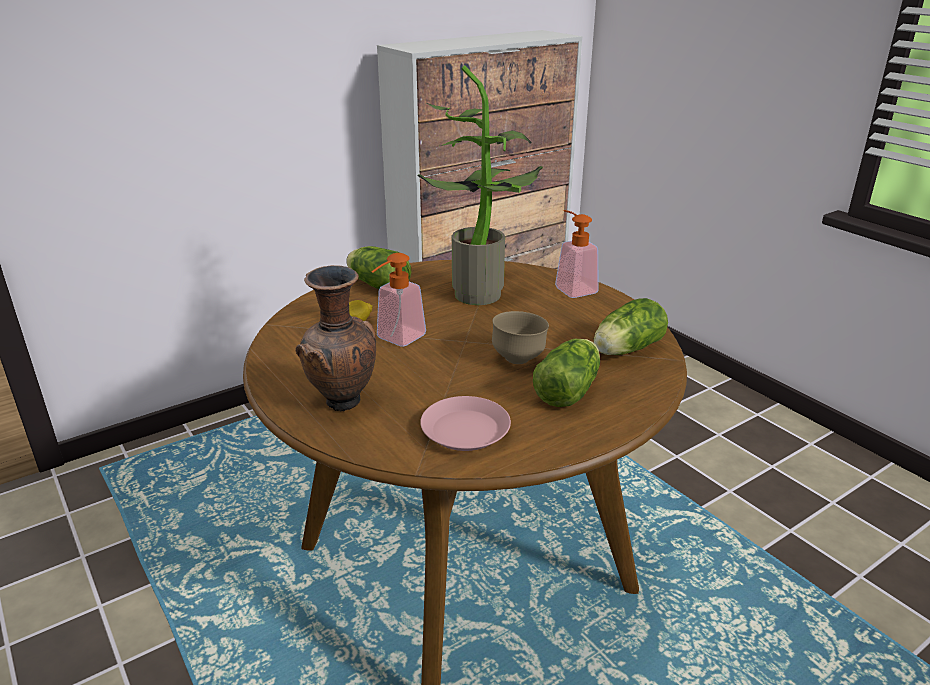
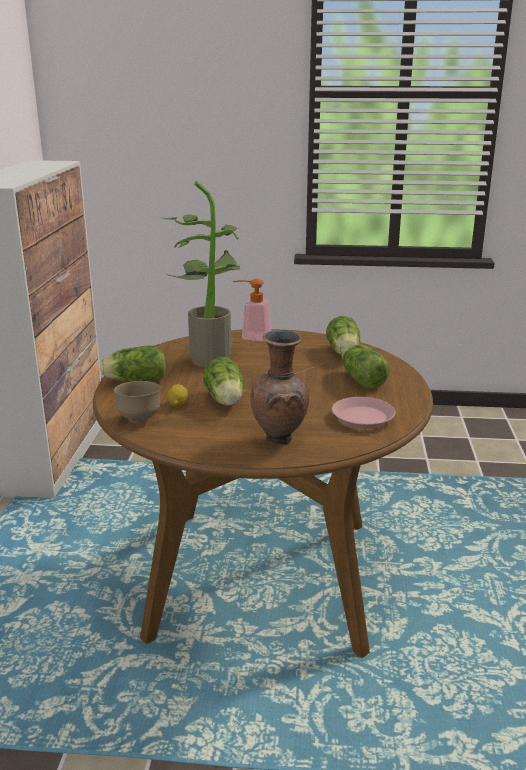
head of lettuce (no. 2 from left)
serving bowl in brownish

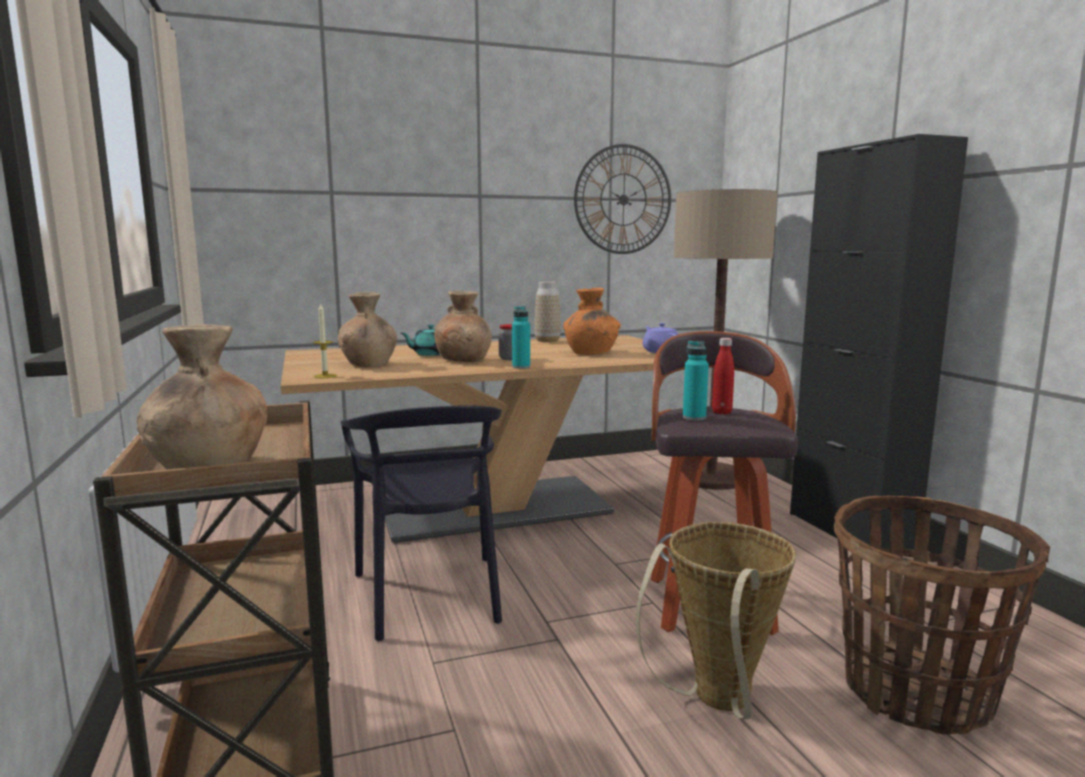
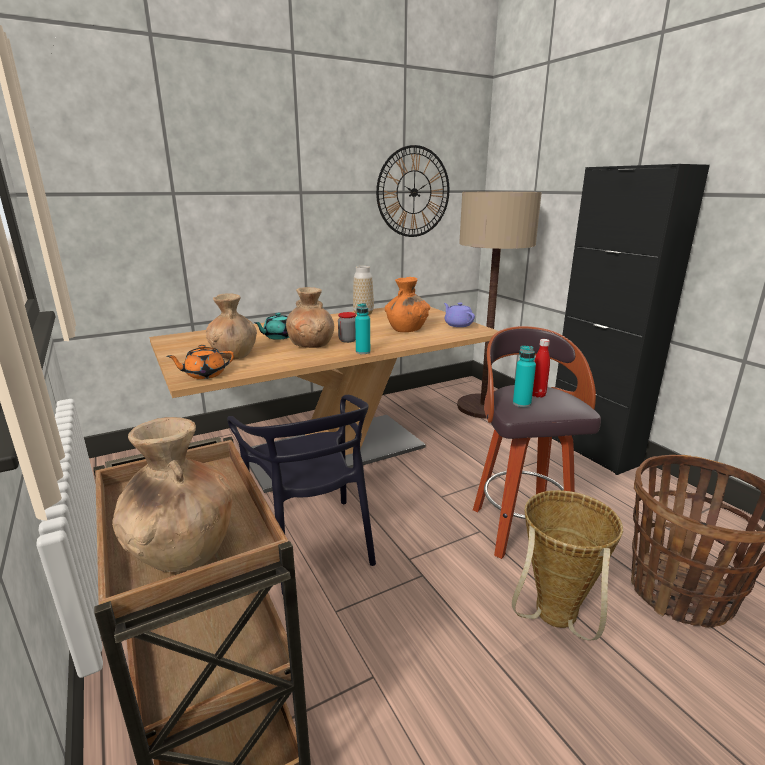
teapot in orange-coloured

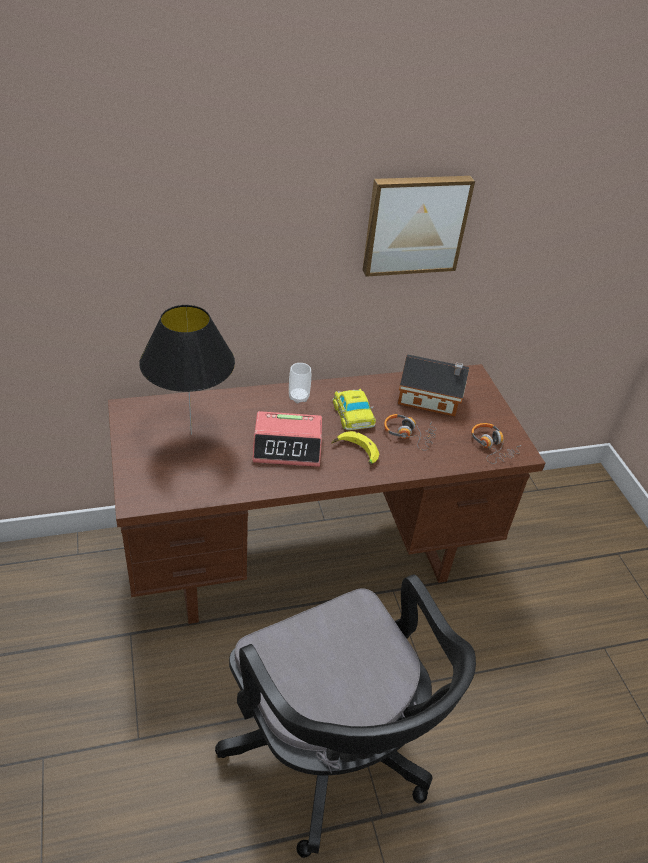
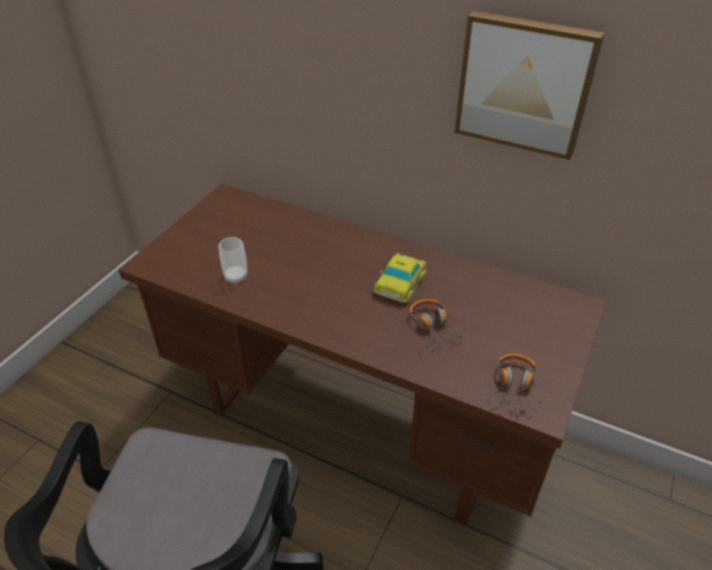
lamp for a table in black-coloured
miniature house
drinking cup
bedside clock
whole banana

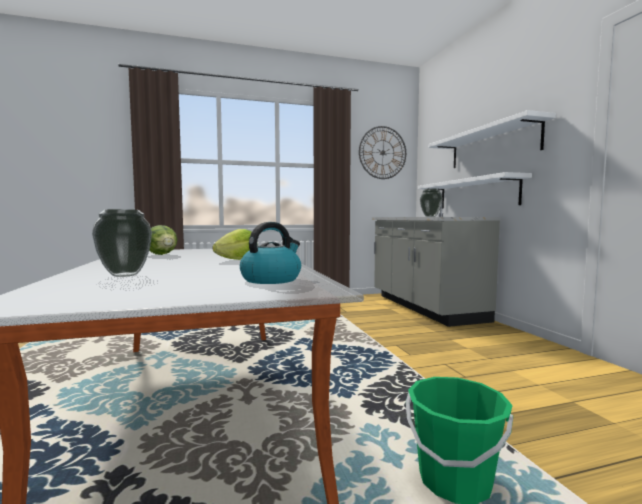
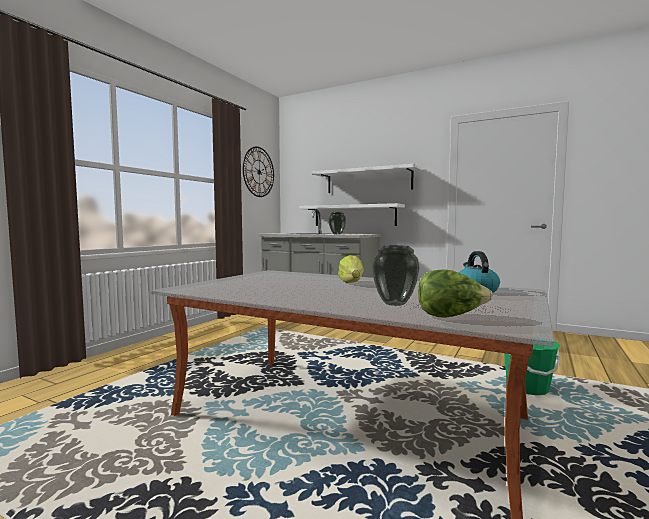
head of lettuce (no. 2 from left)

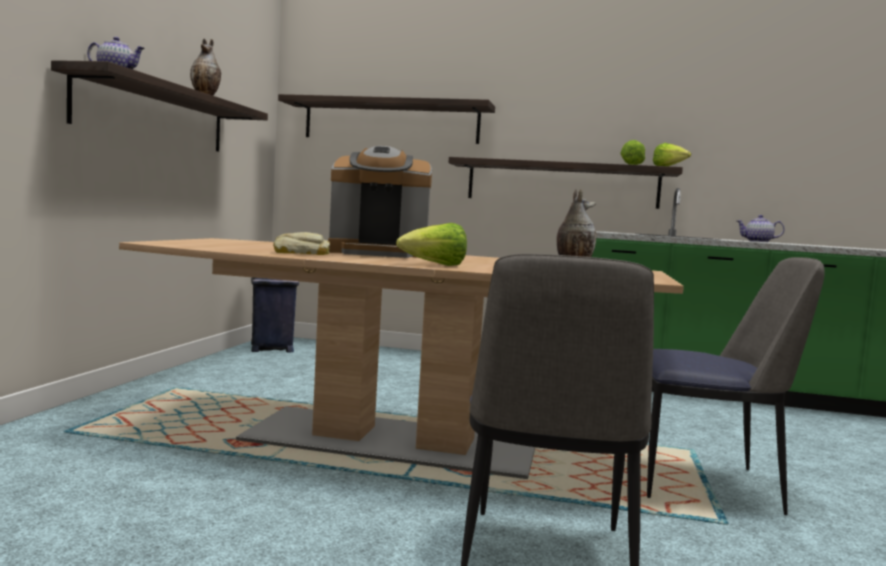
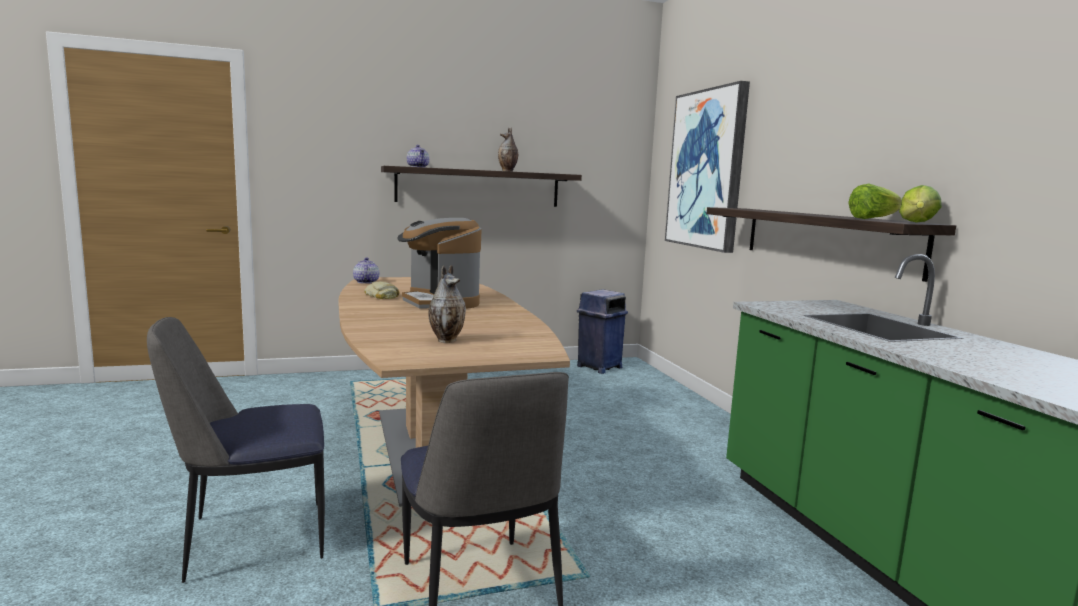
picture
teapot (no. 1 from left)
head of lettuce (no. 1 from left in the first image)

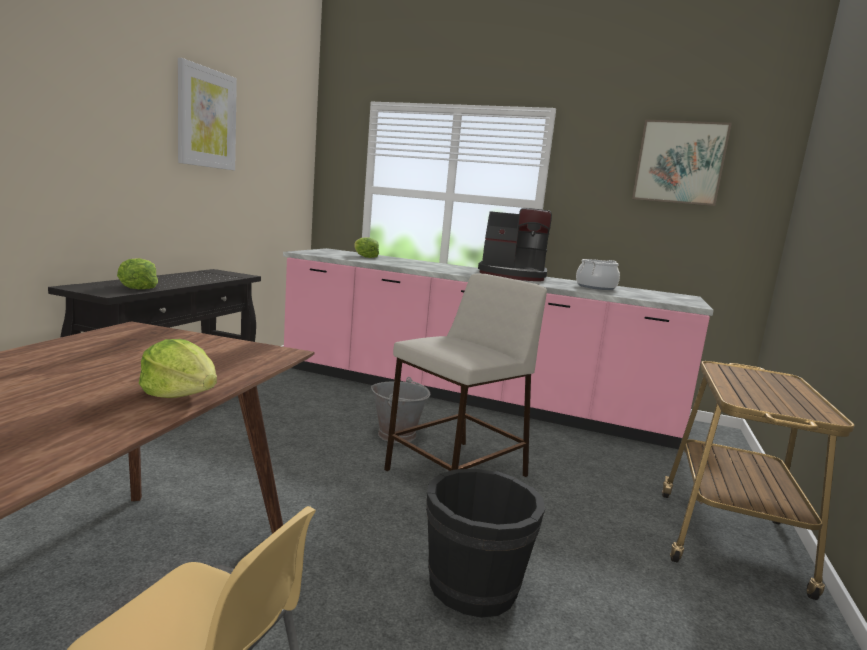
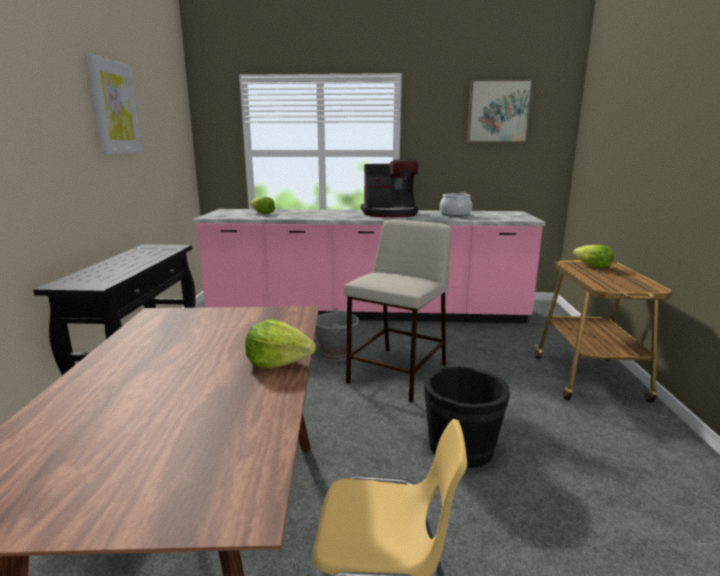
head of lettuce (no. 3 from left)

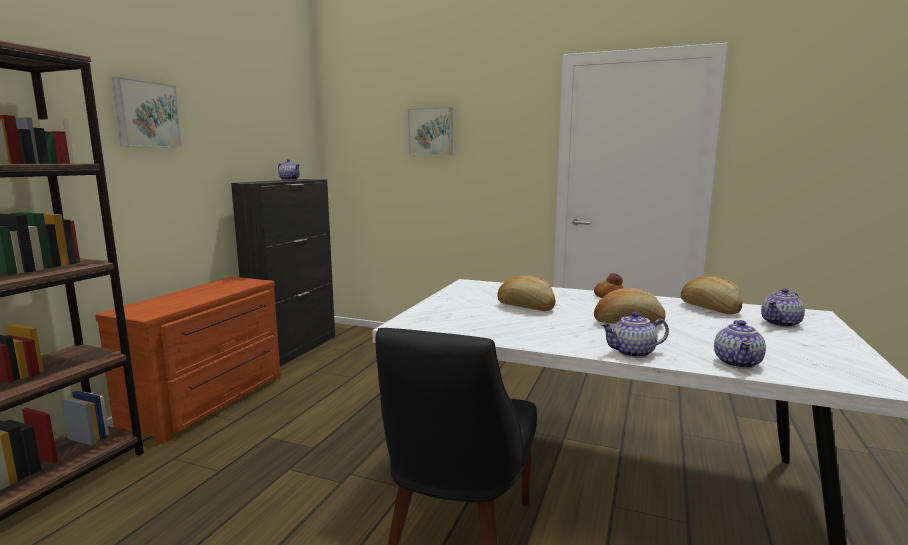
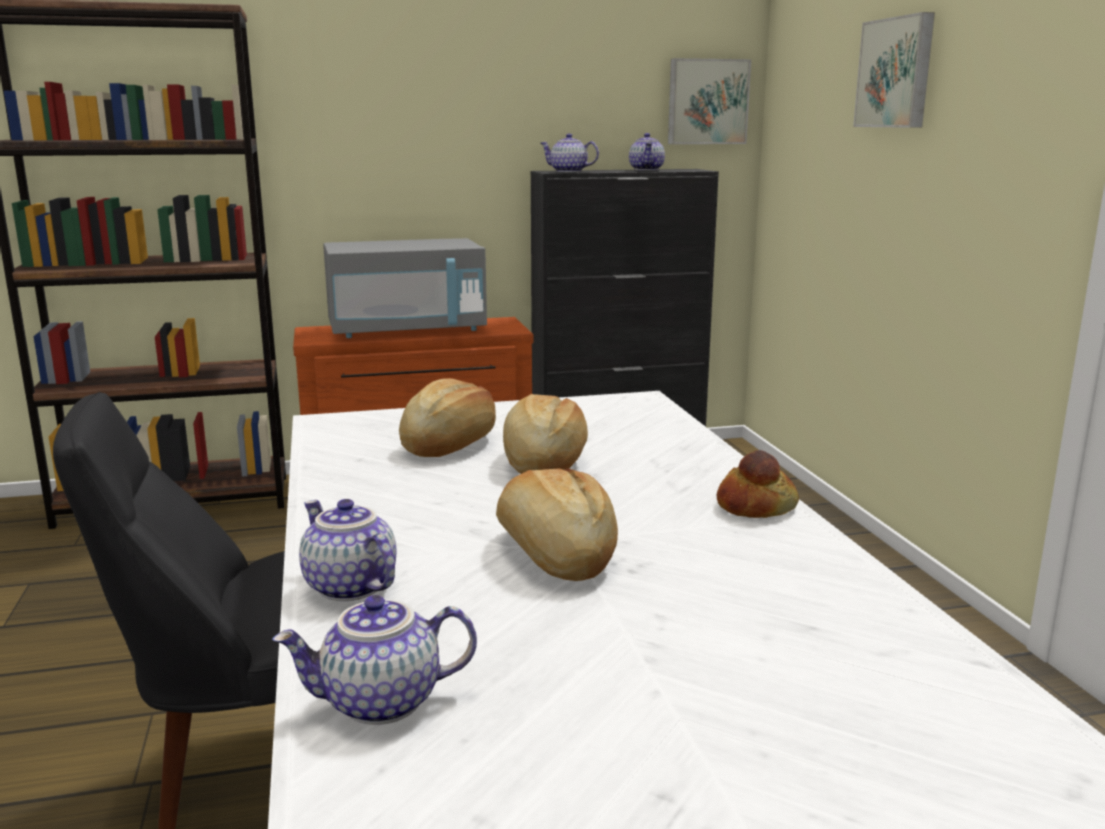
picture (no. 1 from left)
bread (no. 1 from left)
teapot (no. 3 from left)
microwave in greyish

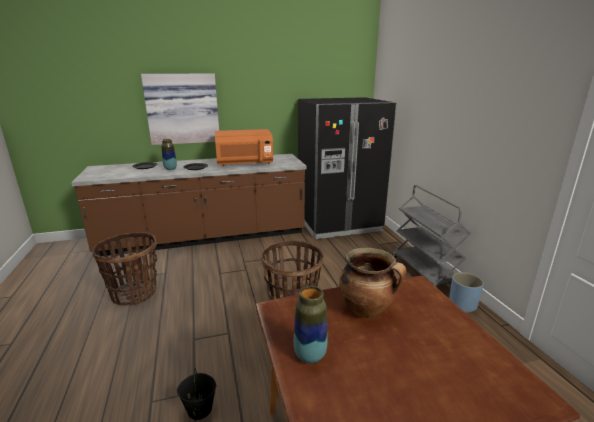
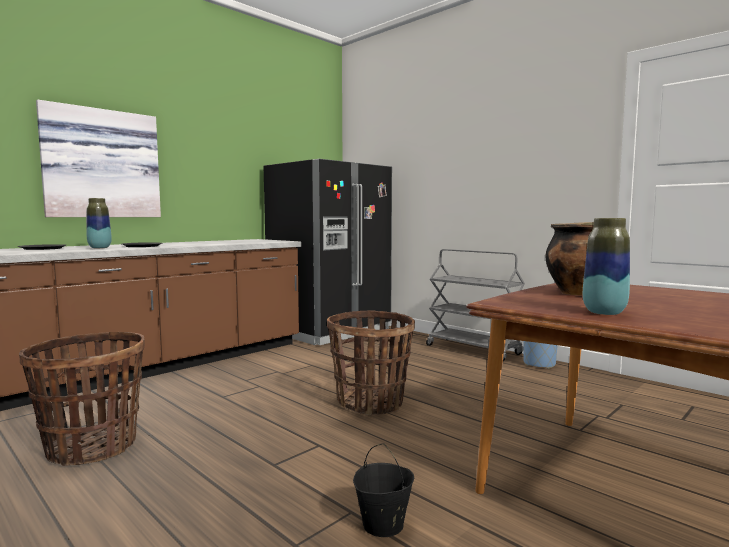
microwave in orange-coloured

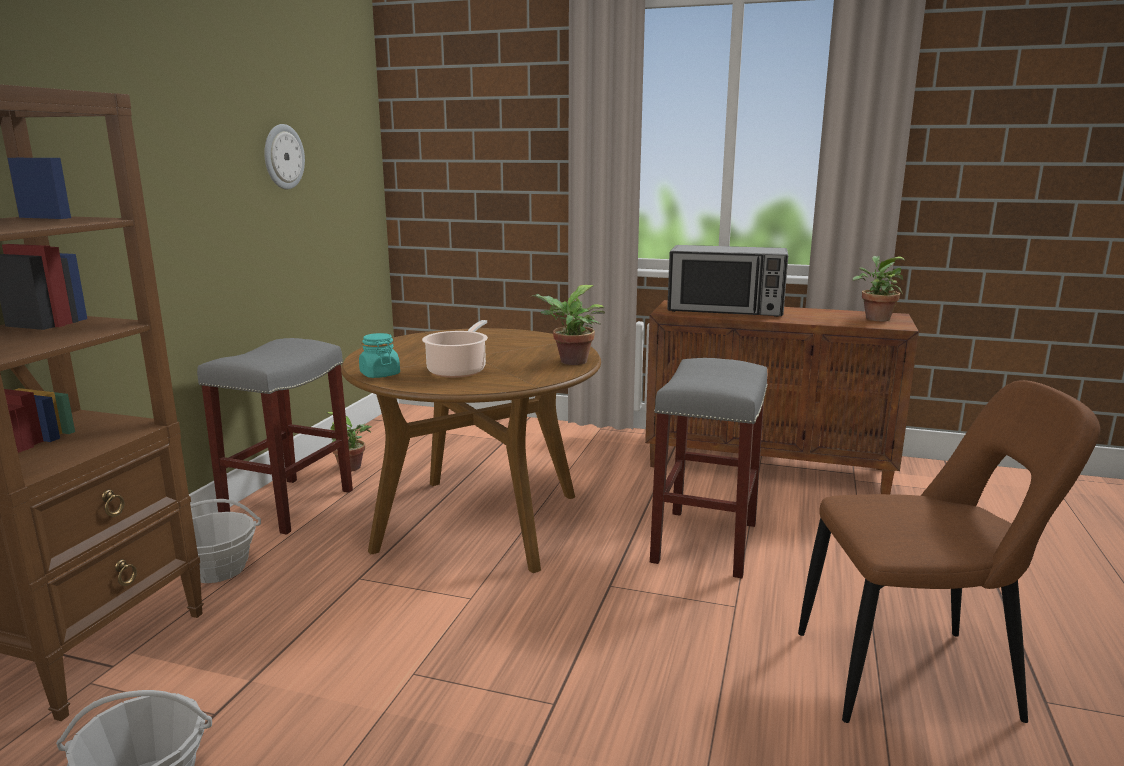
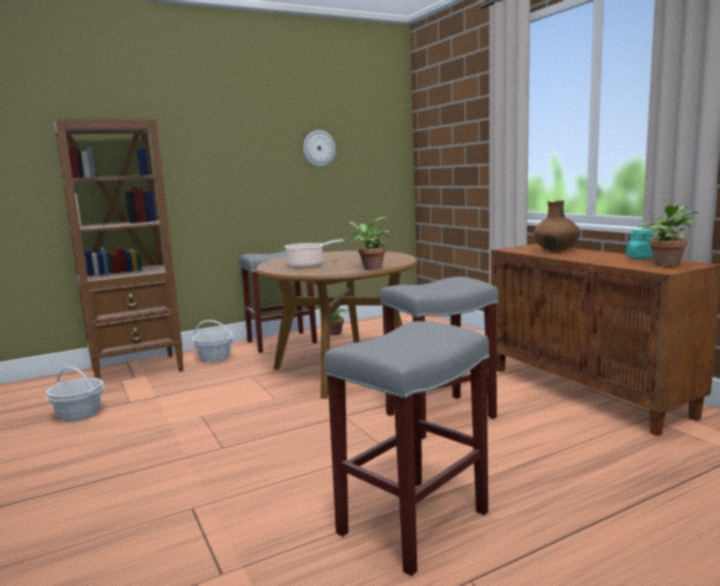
flower vase in brownish
jar in turquoise
sitting stool in greyish (no. 2 from left)

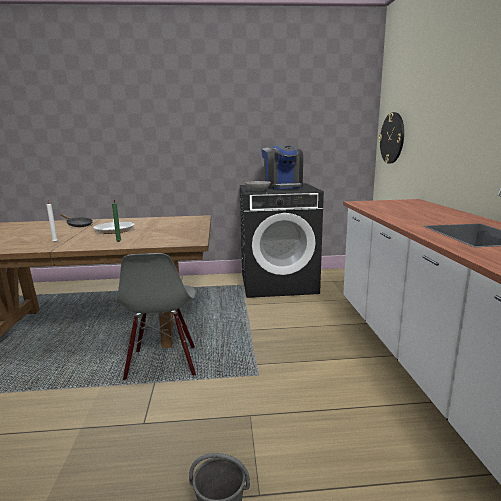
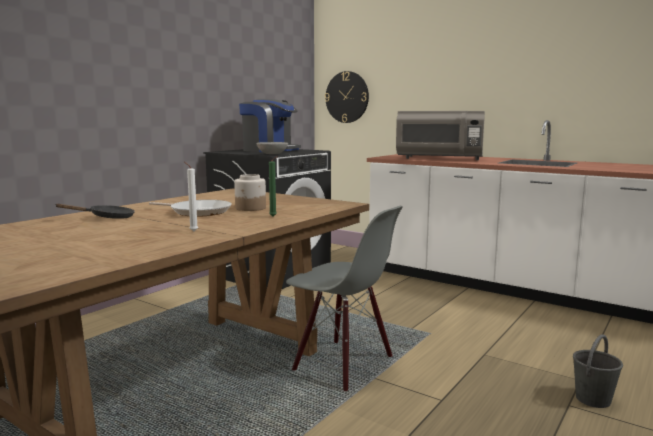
microwave in greyish
jar

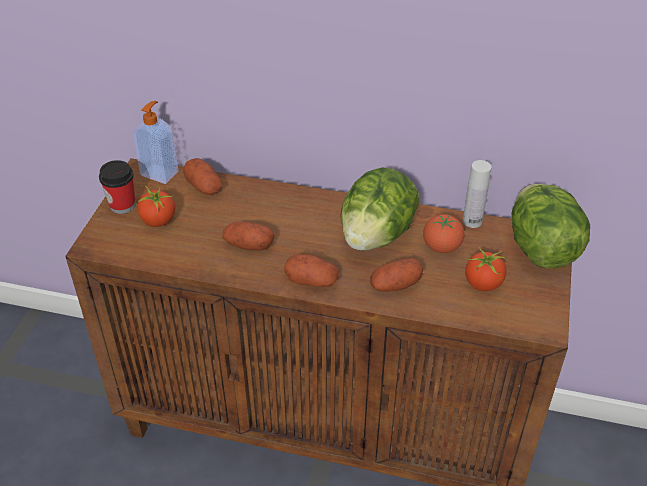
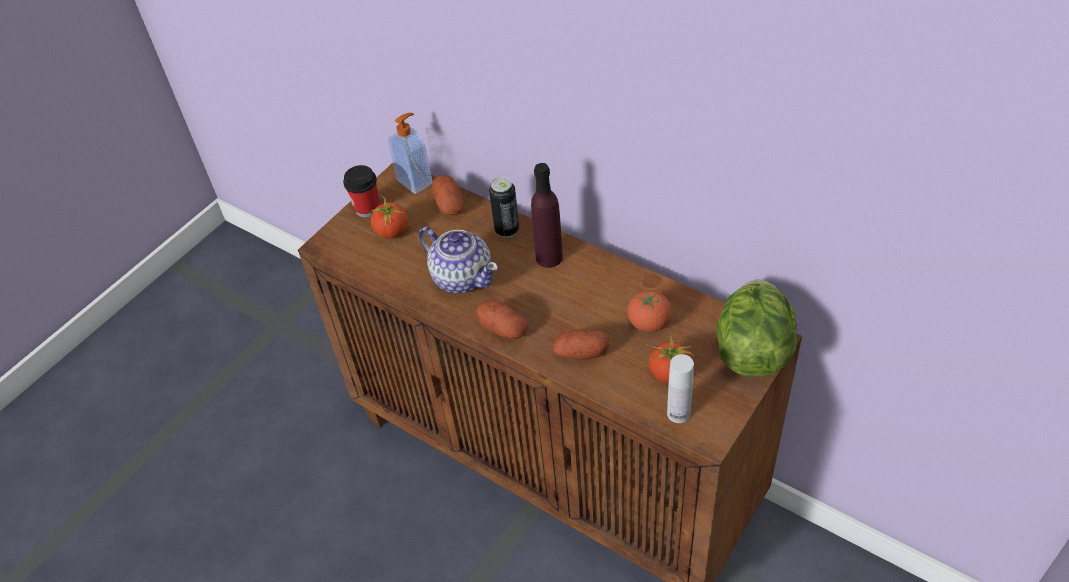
drink bottle in white
head of lettuce (no. 1 from left in the first image)
teapot
drink bottle in purplish
metal can

